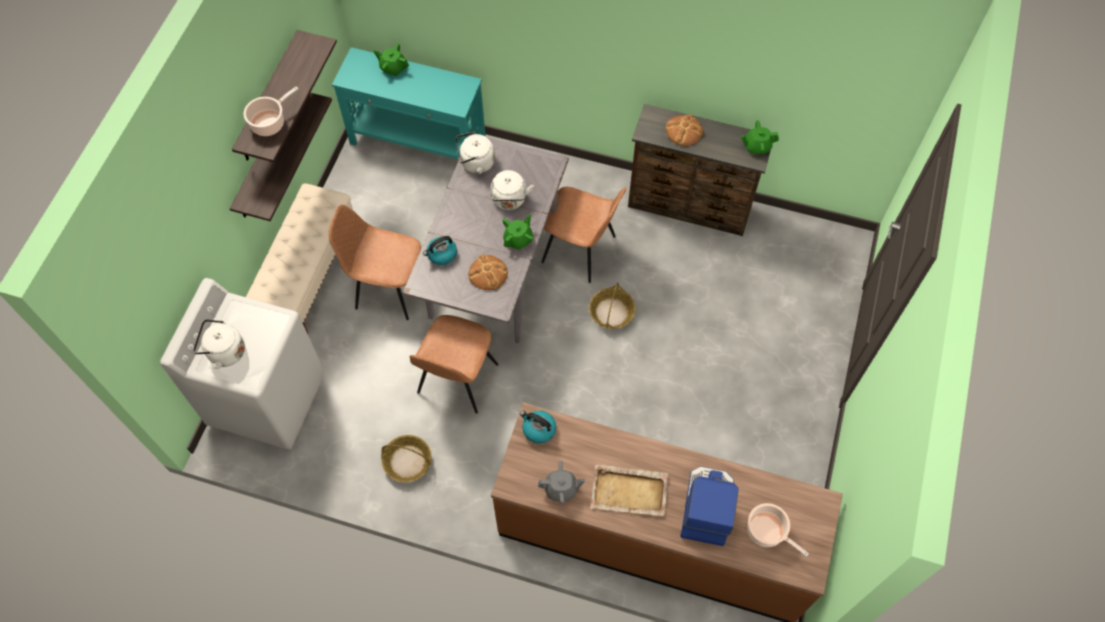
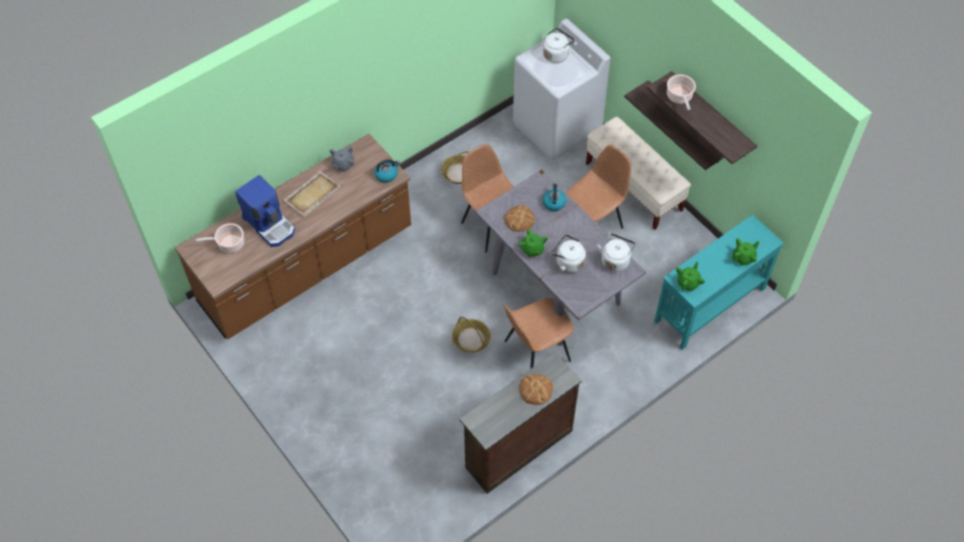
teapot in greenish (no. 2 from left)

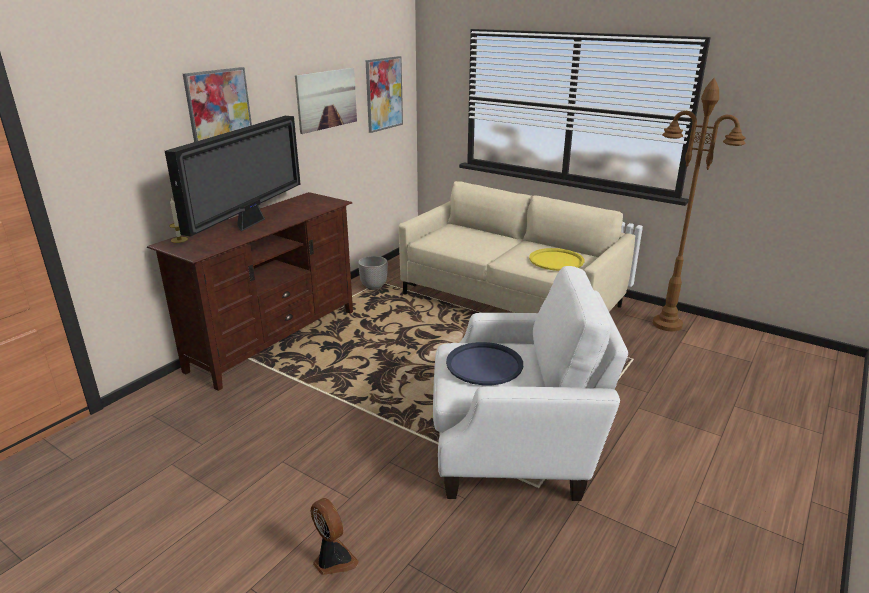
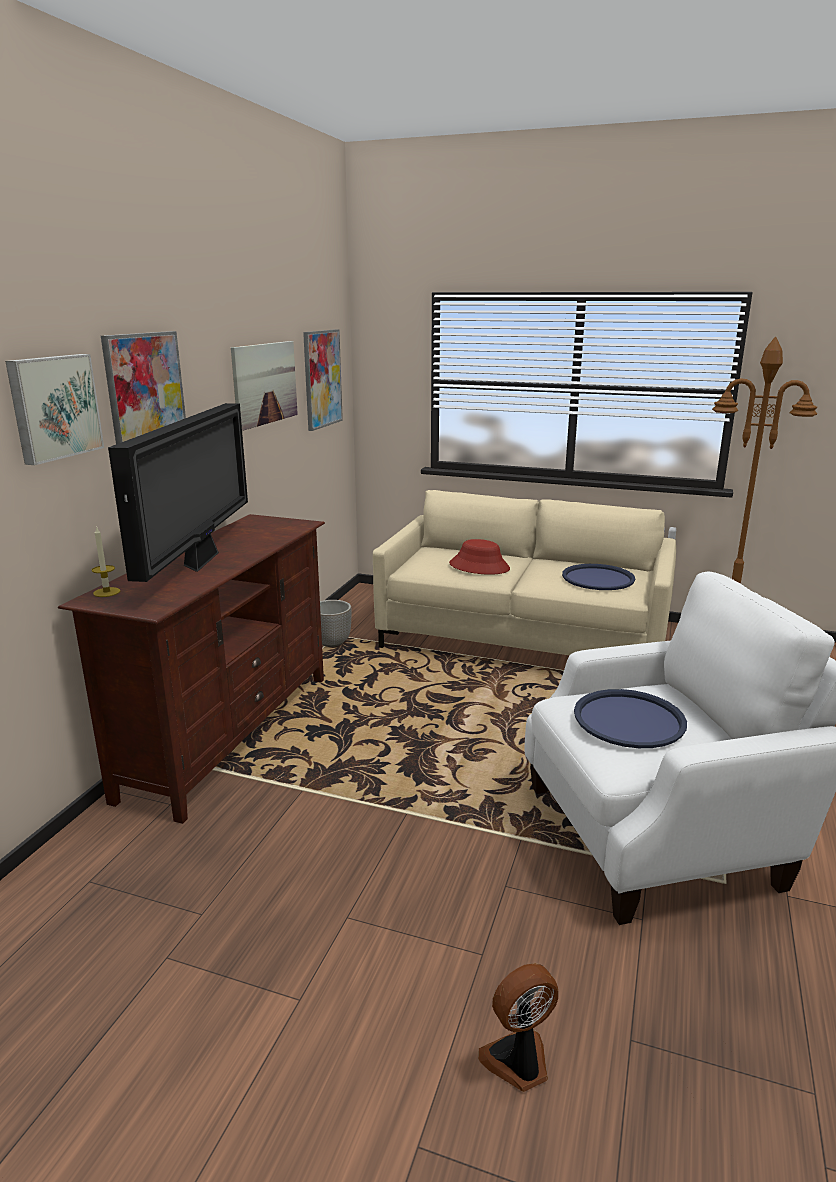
tray in blue-coloured (no. 1 from left)
cooling fan
picture (no. 1 from left)
wearable hat in reddish

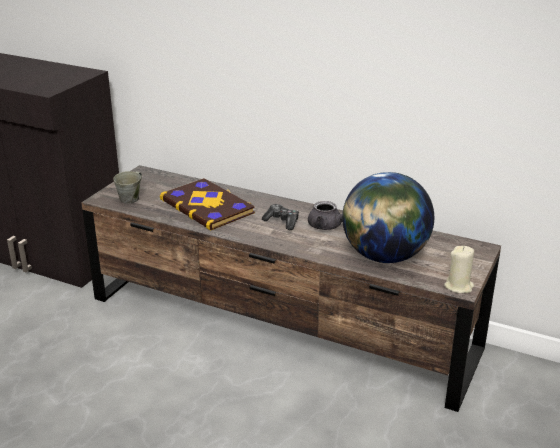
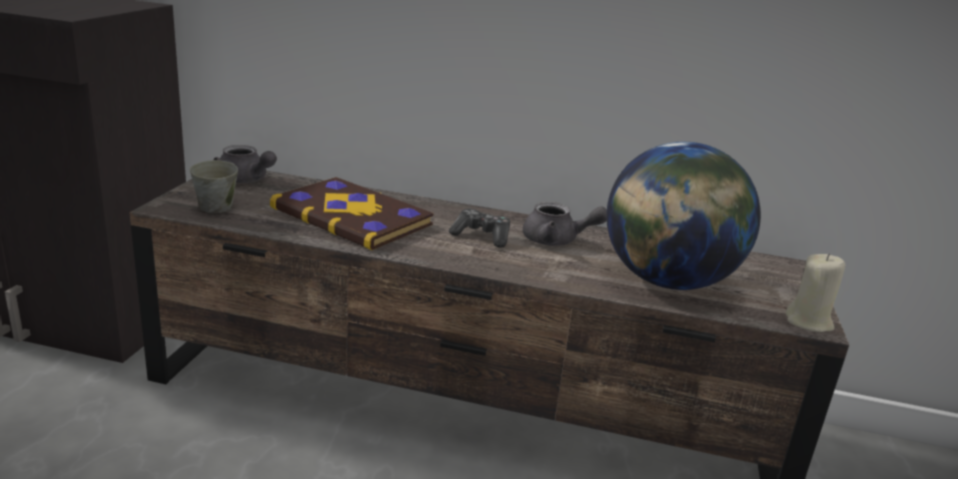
teapot in greyish (no. 1 from left)

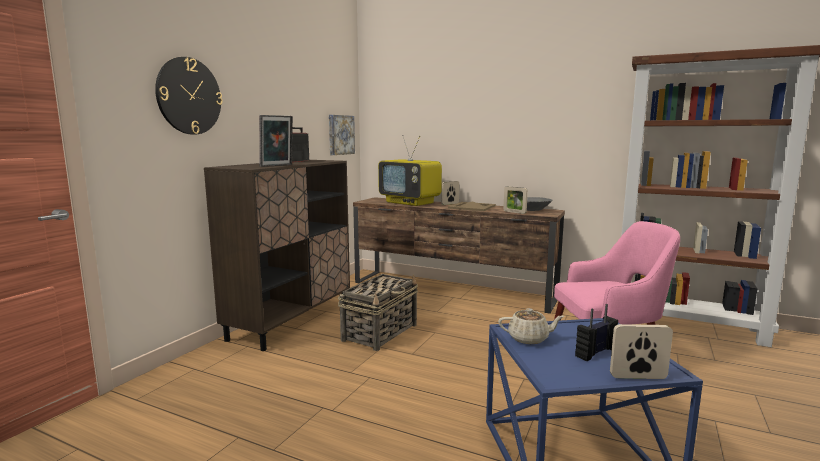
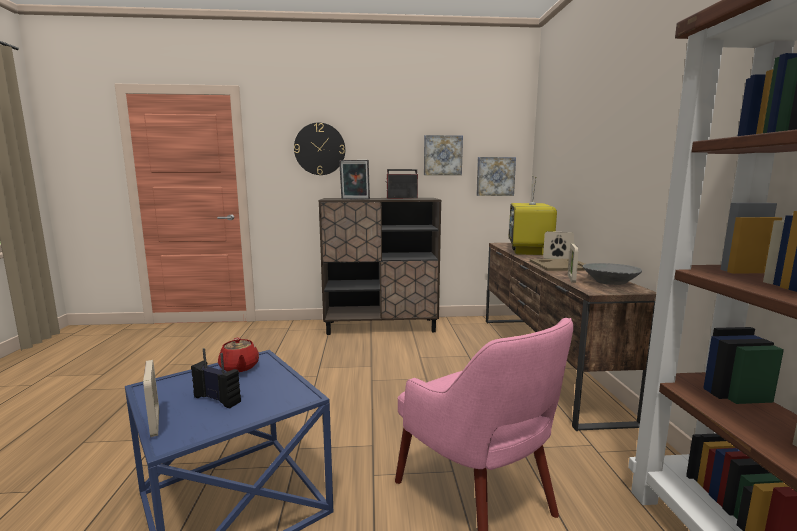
storage basket
teapot in reddish
picture (no. 1 from left)

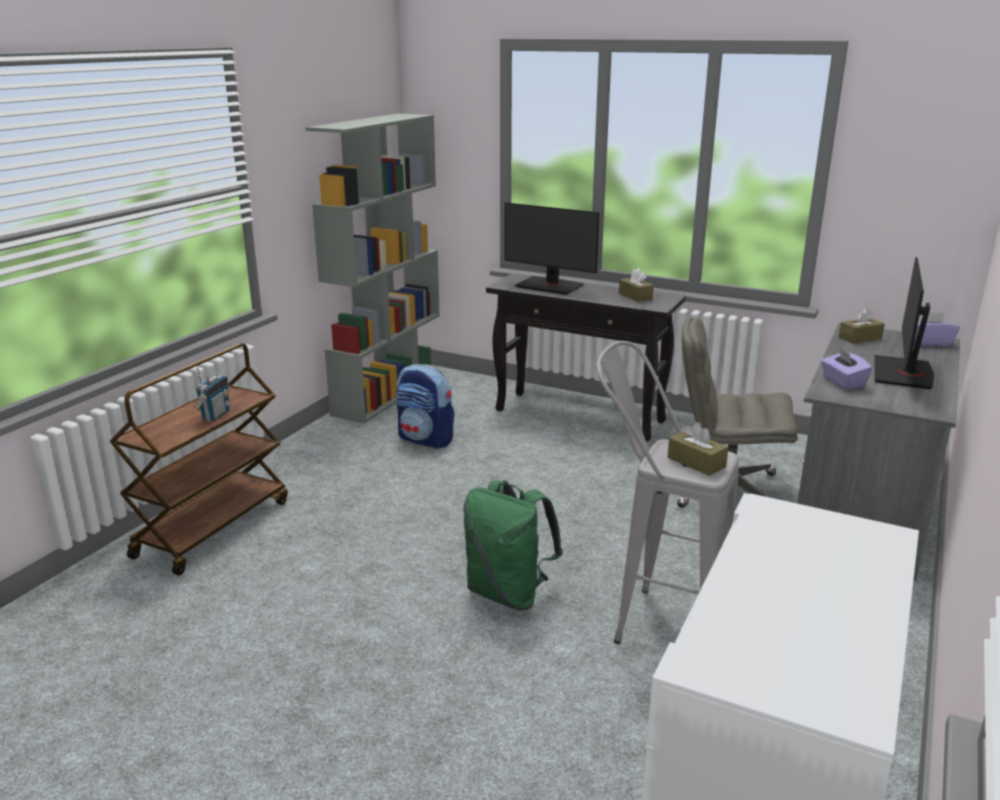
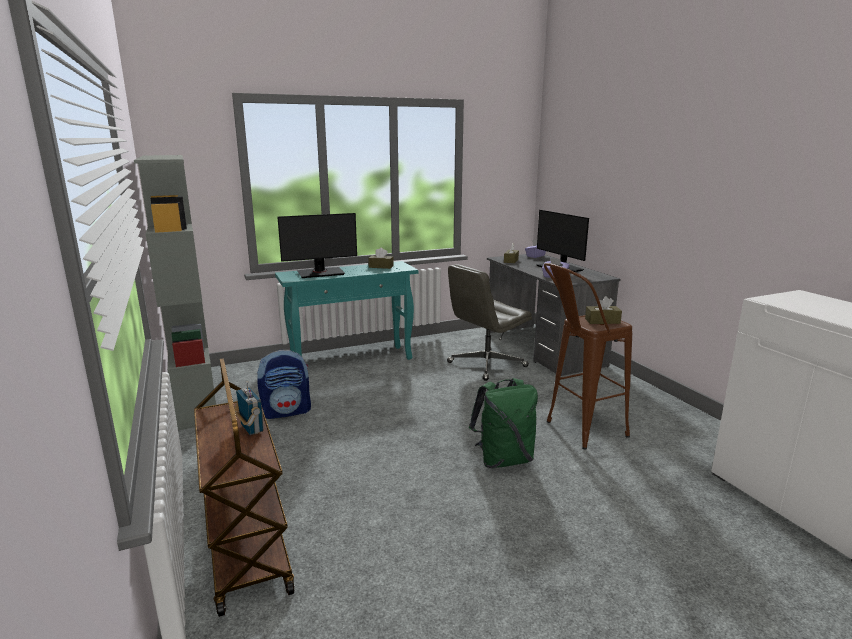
narrow table in turquoise
sitting stool in brownish

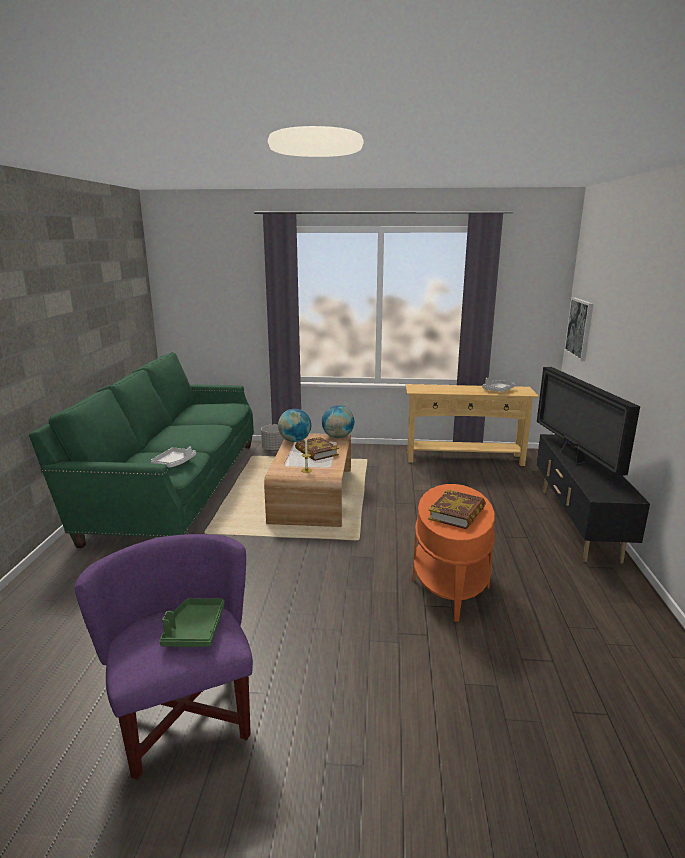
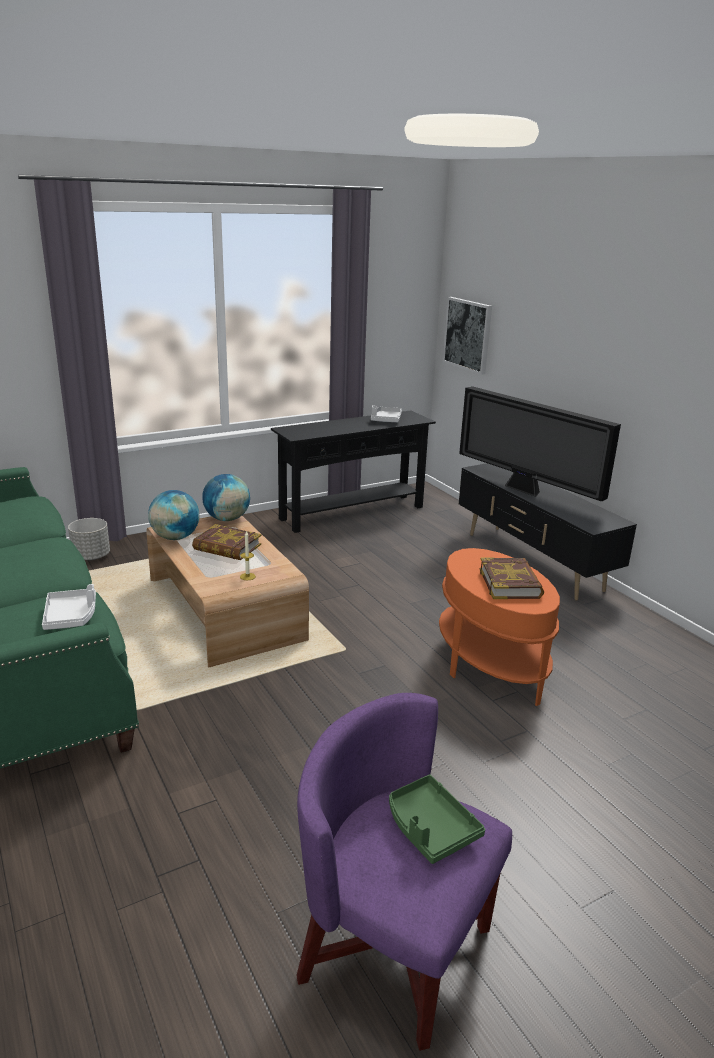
narrow table in black-coloured

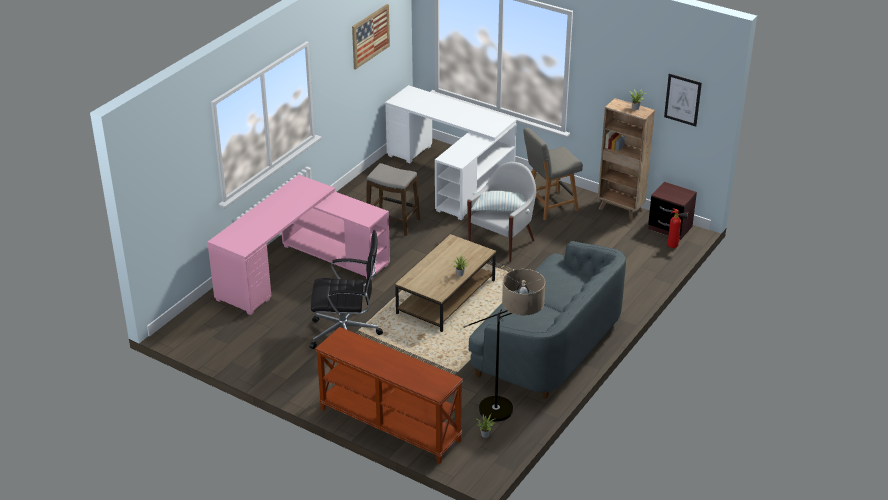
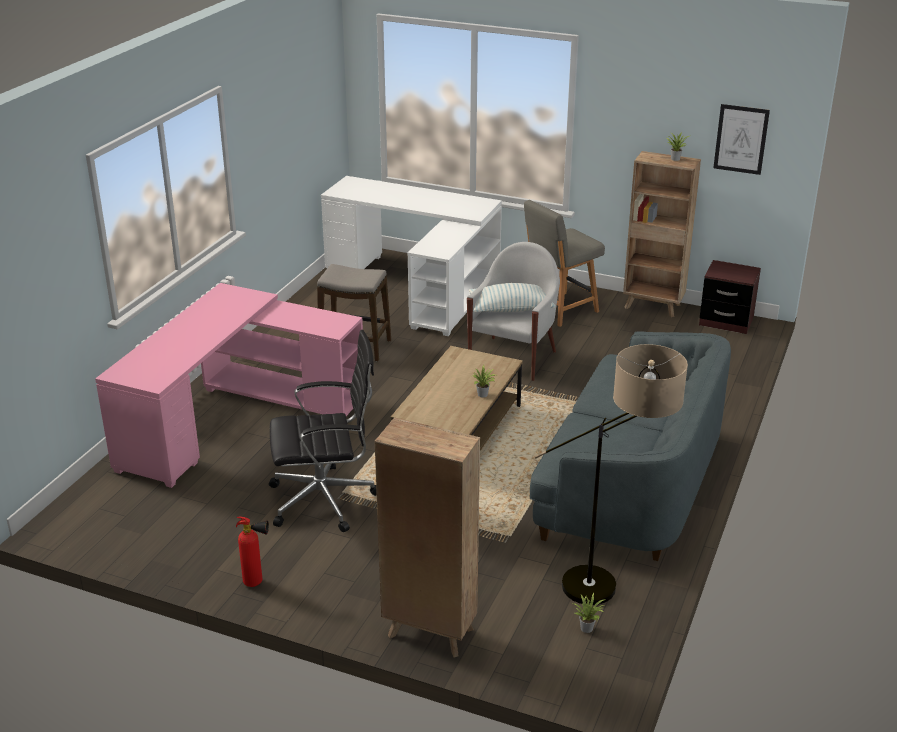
picture (no. 1 from left in the first image)
fire extinguisher
bookshelf in brownish (no. 1 from left)

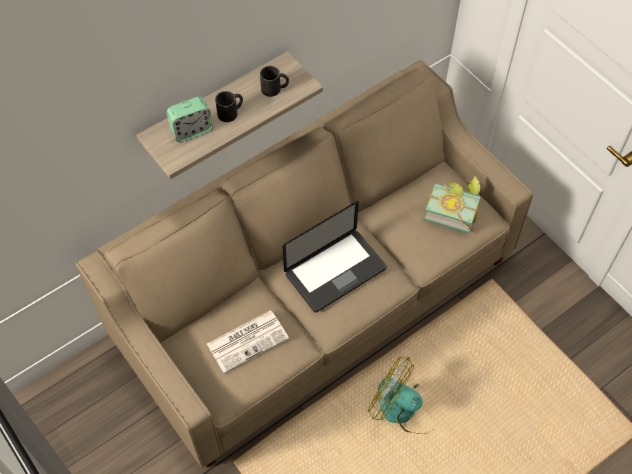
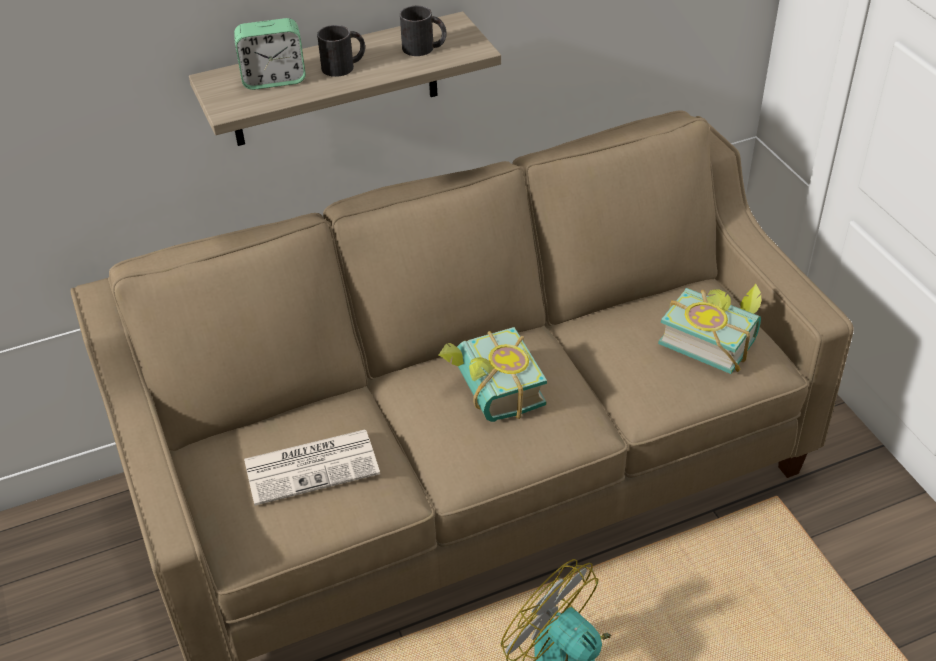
volume (no. 1 from left)

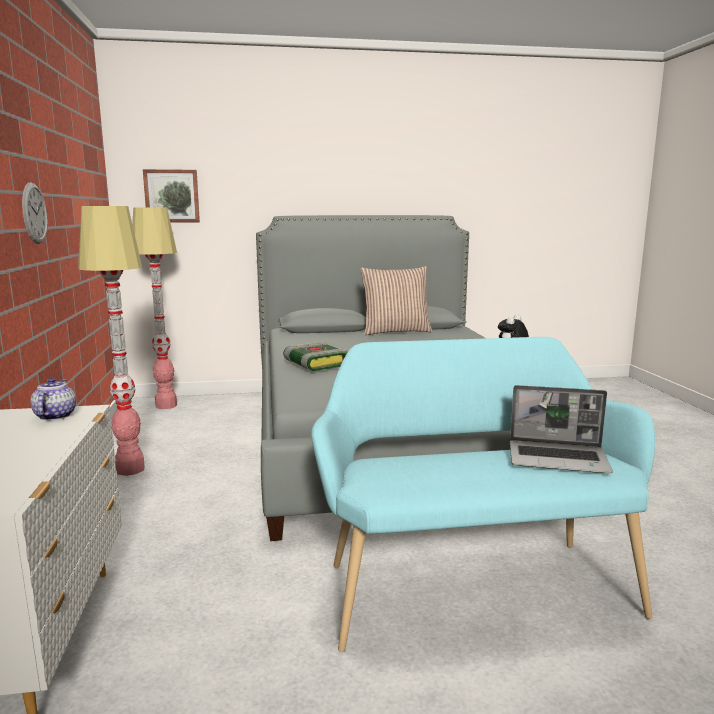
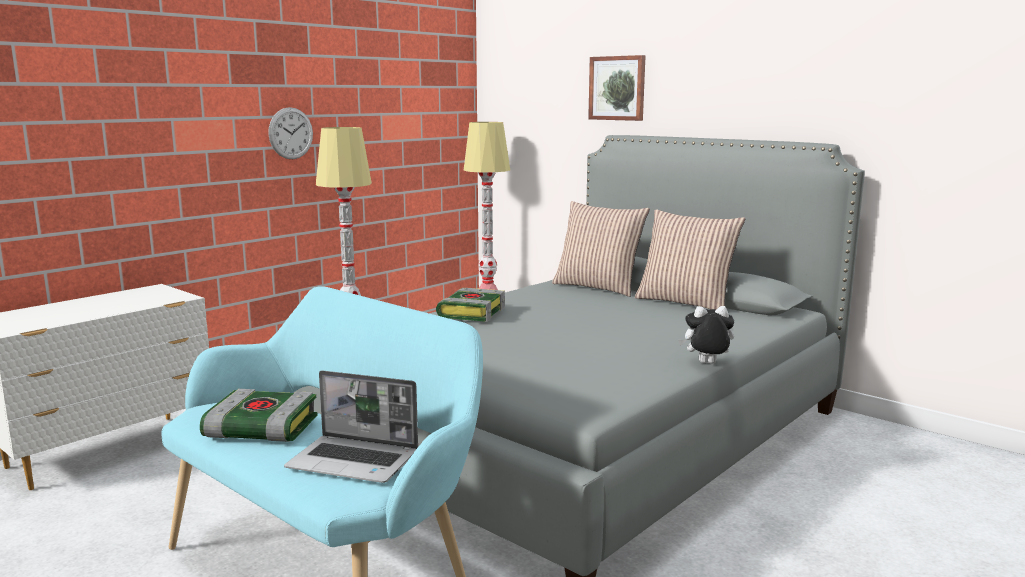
picture
teapot
portable computer
throw pillow (no. 1 from left)
volume (no. 1 from left)

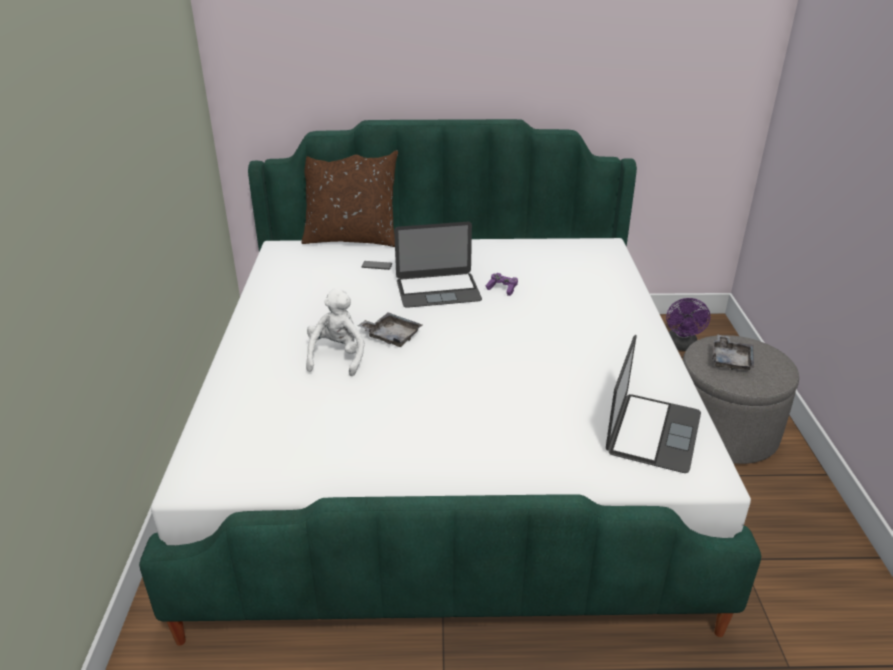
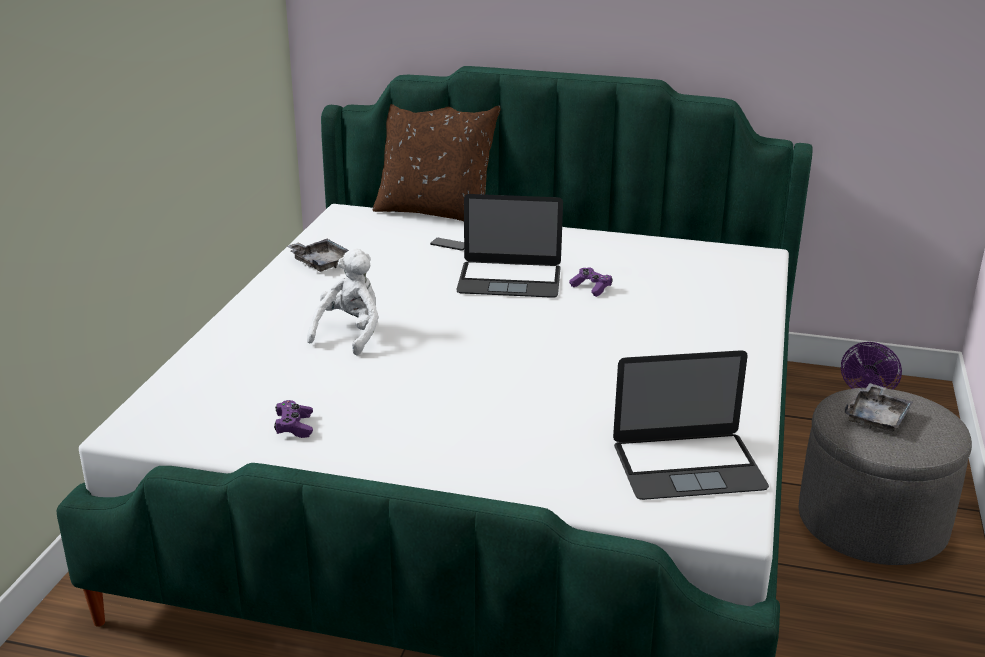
tray in greyish (no. 1 from left)
portable computer (no. 2 from left)
gamepad in purplish (no. 1 from left)

